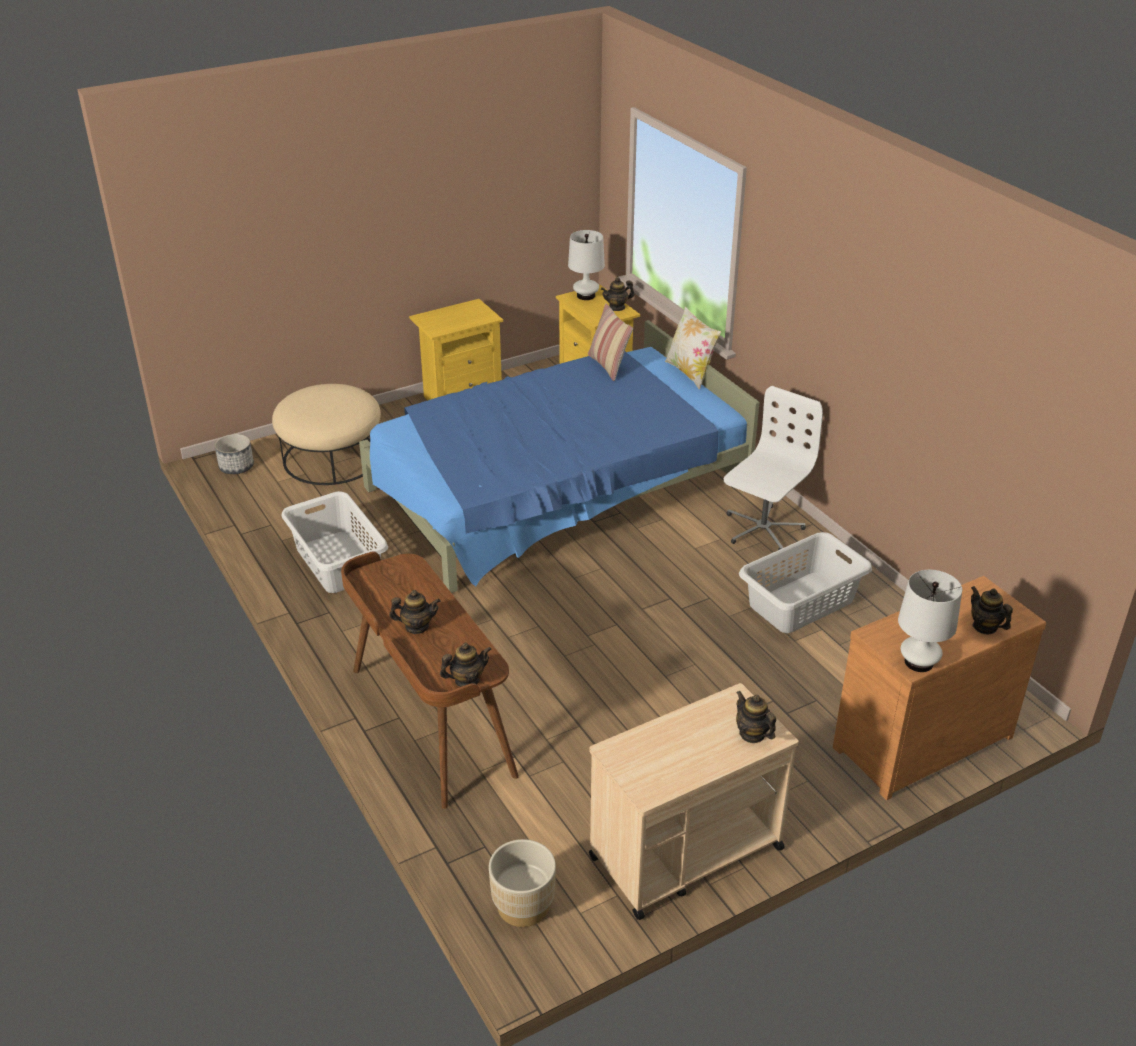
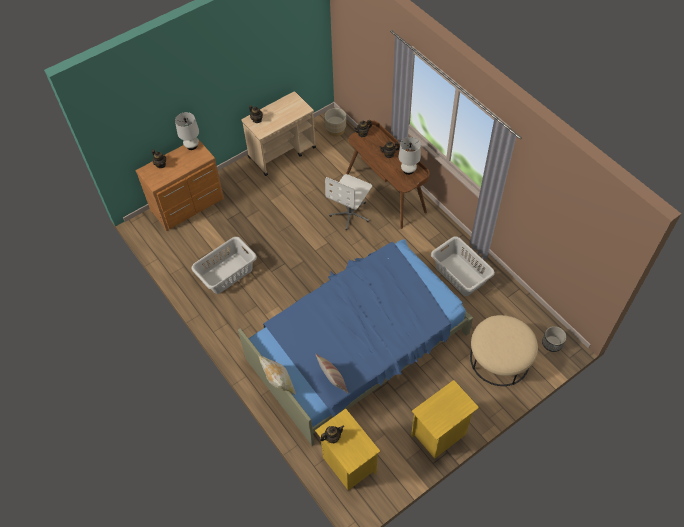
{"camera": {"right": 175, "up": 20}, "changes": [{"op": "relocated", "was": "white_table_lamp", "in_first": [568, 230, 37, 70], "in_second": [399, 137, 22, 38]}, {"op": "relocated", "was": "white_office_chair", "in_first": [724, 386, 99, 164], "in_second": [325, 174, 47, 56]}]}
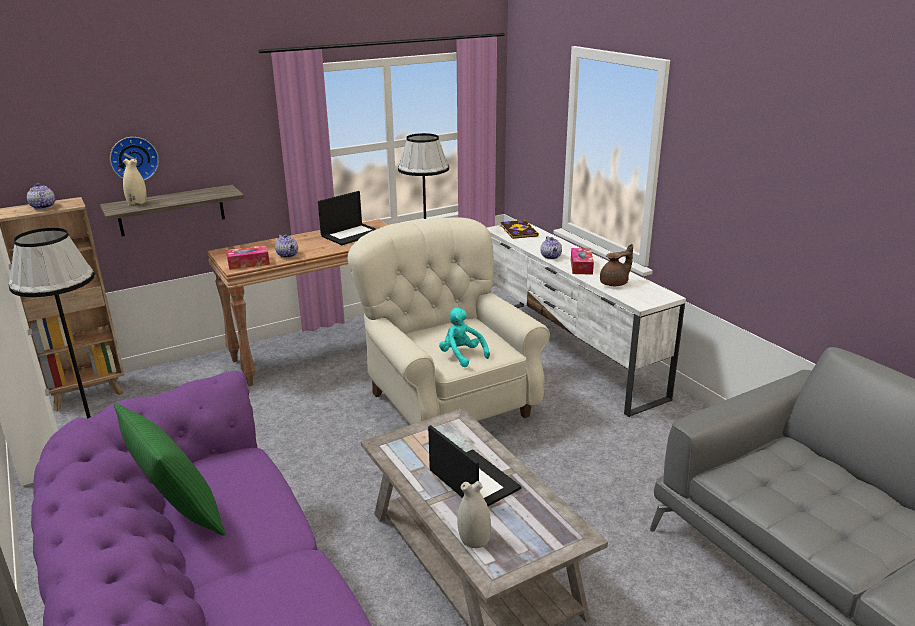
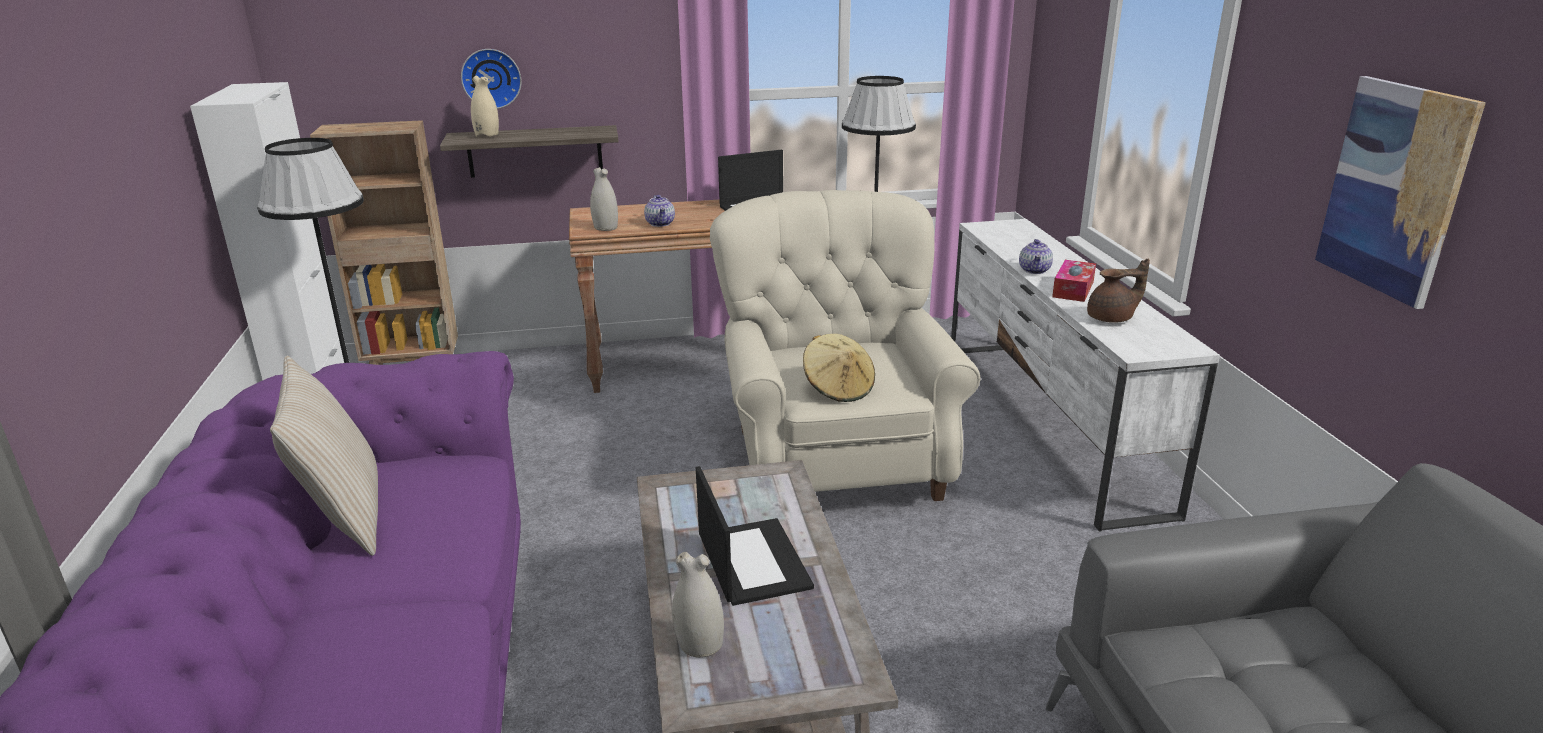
{"camera": {"right": 20, "up": 0}, "changes": [{"op": "missing", "was": "teapot", "in_first": [27, 183, 28, 27]}, {"op": "missing", "was": "book", "in_first": [500, 220, 39, 19]}, {"op": "exchanged", "was": "tissue_box", "now": "white_vase", "in_first": [226, 245, 44, 25], "in_second": [590, 167, 28, 64]}, {"op": "exchanged", "was": "turquoise_plush_toy", "now": "beige_hat", "in_first": [439, 308, 51, 59], "in_second": [803, 334, 72, 68]}, {"op": "colour", "was": "green_pillow", "now": "beige_pillow", "in_first": [114, 403, 111, 133], "in_second": [270, 356, 108, 200]}, {"op": "appeared", "now": "picture", "in_second": [1315, 76, 171, 233]}]}
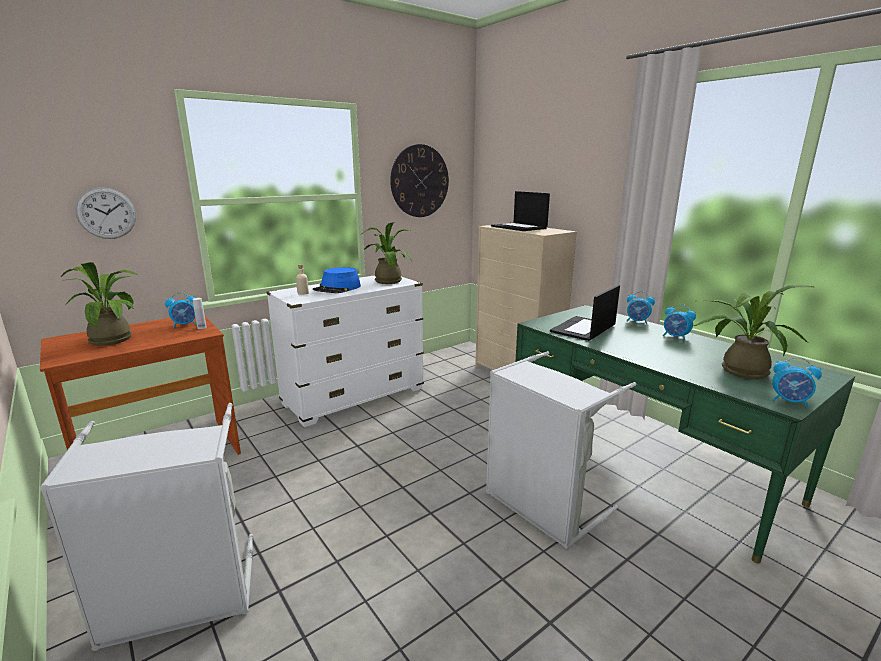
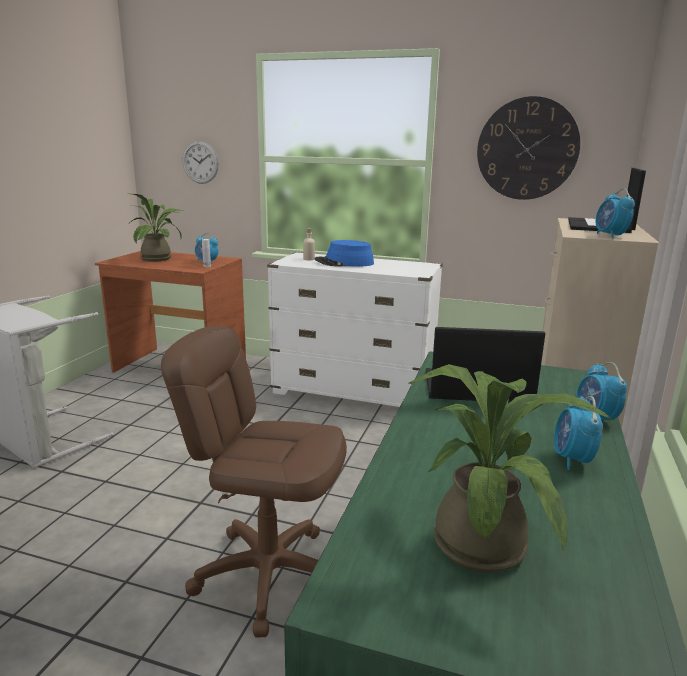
{"camera": {"right": 55, "up": 0}, "changes": [{"op": "missing", "was": "potted_plant", "in_first": [360, 222, 54, 62]}, {"op": "exchanged", "was": "grey_laundry_basket", "now": "brown_office_chair", "in_first": [486, 351, 150, 198], "in_second": [161, 326, 186, 312]}, {"op": "relocated", "was": "alarm_clock", "in_first": [772, 357, 50, 51], "in_second": [596, 188, 39, 50]}]}
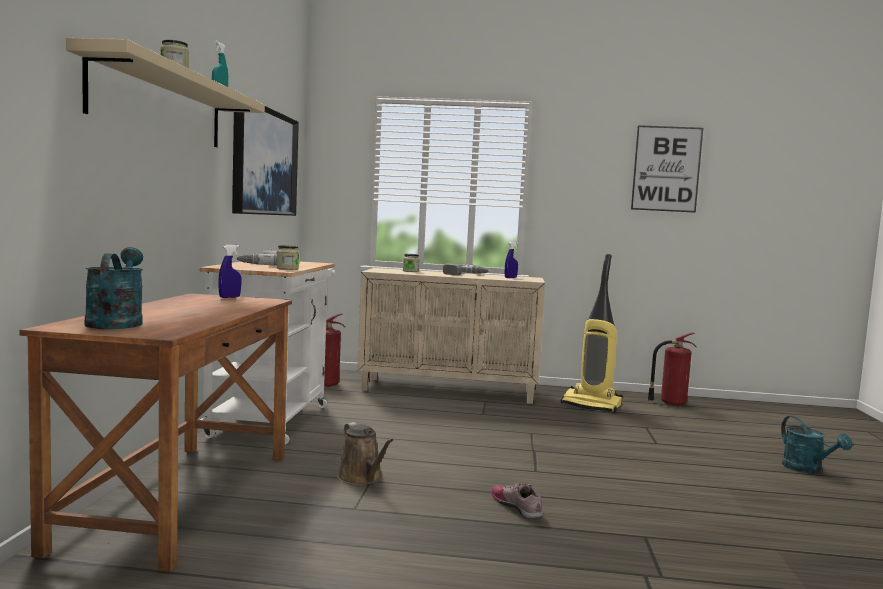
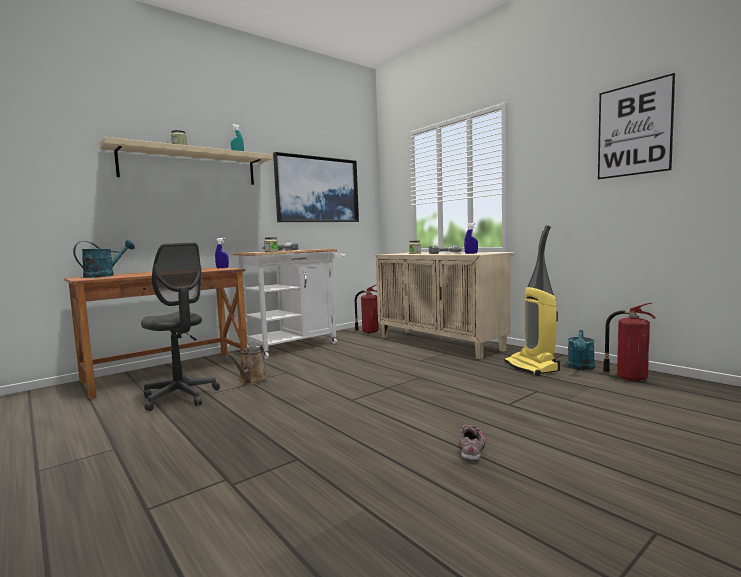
{"camera": {"right": 45, "up": 0}, "changes": [{"op": "relocated", "was": "turquoise_watering_can", "in_first": [781, 416, 71, 58], "in_second": [568, 330, 27, 40]}, {"op": "relocated", "was": "shoe", "in_first": [491, 483, 51, 37], "in_second": [460, 425, 26, 37]}, {"op": "appeared", "now": "grey_office_chair", "in_second": [141, 243, 79, 168]}]}
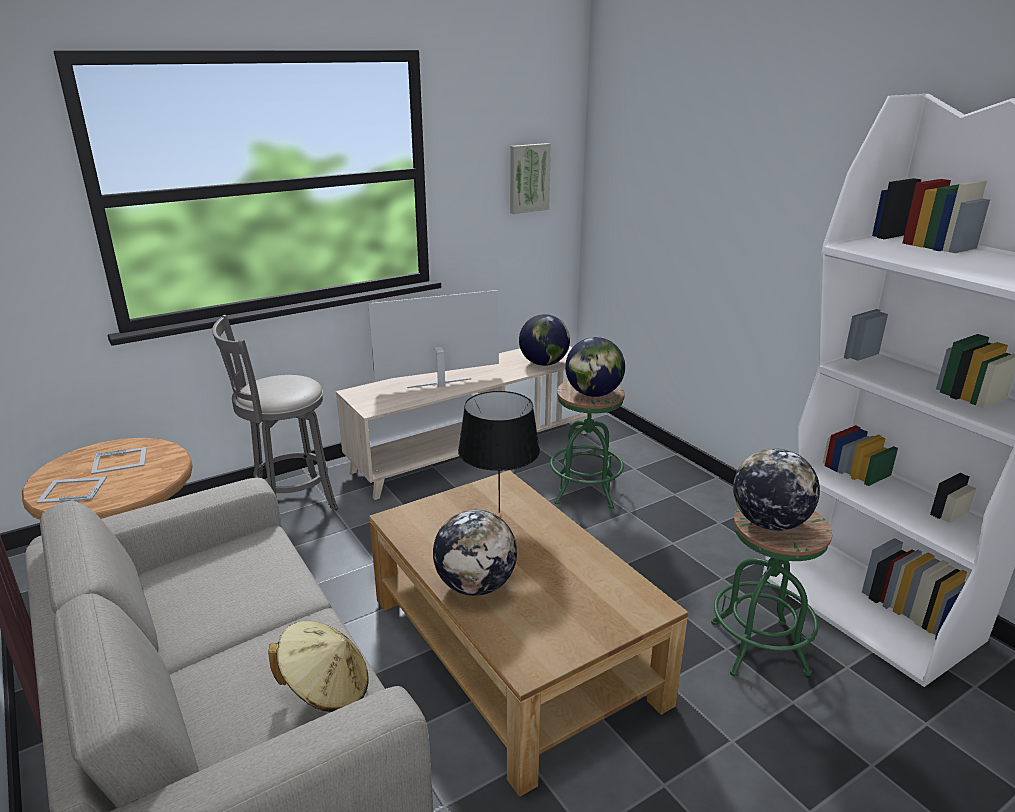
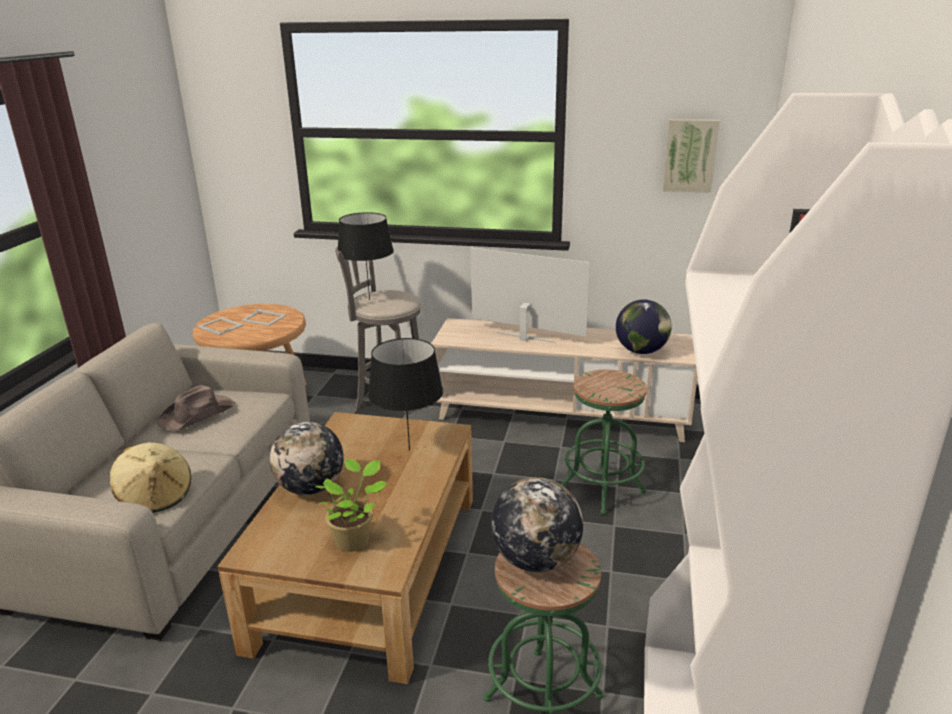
{"camera": {"right": 45, "up": 0}, "changes": [{"op": "missing", "was": "globe", "in_first": [565, 337, 60, 60]}, {"op": "appeared", "now": "black_table_lamp", "in_second": [338, 212, 56, 88]}, {"op": "appeared", "now": "brown_hat", "in_second": [157, 385, 79, 45]}, {"op": "appeared", "now": "potted_plant", "in_second": [315, 459, 73, 93]}]}
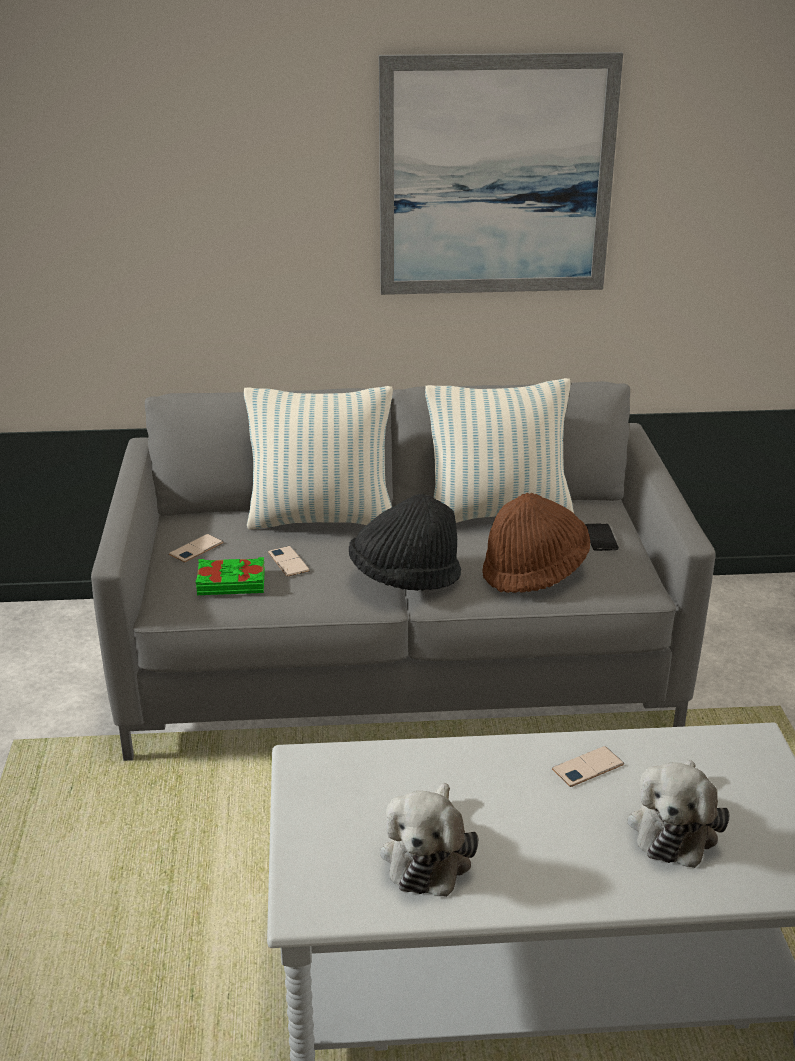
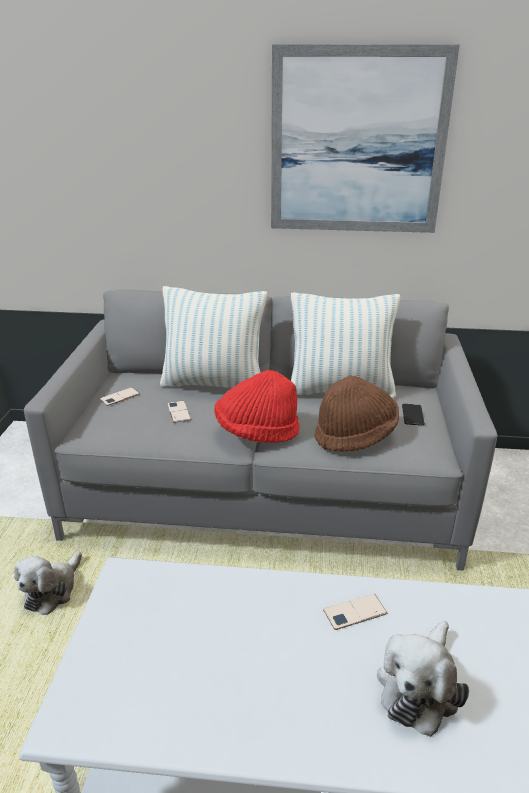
{"camera": {"right": 10, "up": 0}, "changes": [{"op": "colour", "was": "black_hat", "now": "red_hat", "in_first": [349, 494, 112, 97], "in_second": [214, 370, 86, 73]}, {"op": "missing", "was": "green_book", "in_first": [196, 557, 69, 38]}, {"op": "relocated", "was": "plush_toy", "in_first": [380, 783, 98, 114], "in_second": [14, 552, 68, 63]}]}
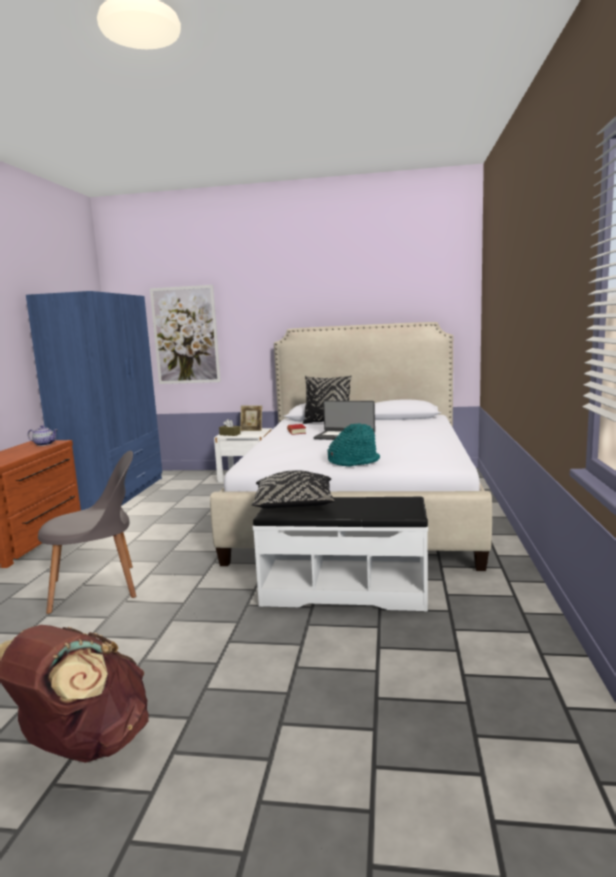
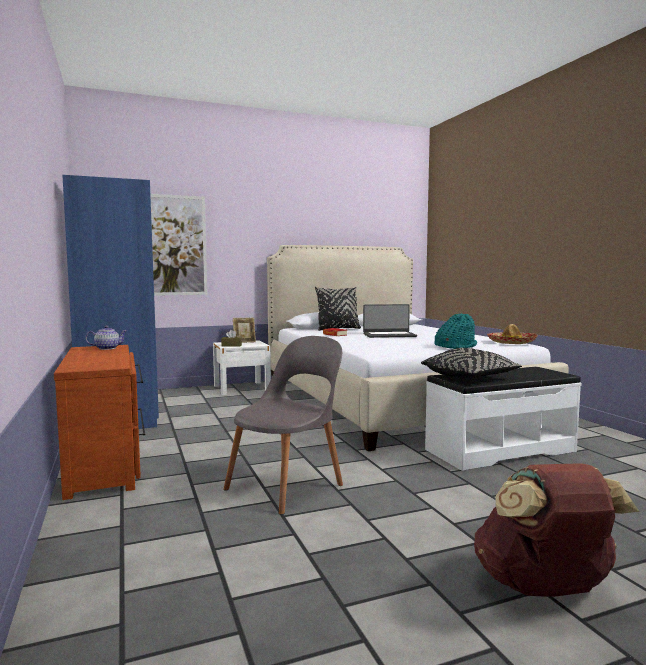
{"camera": {"right": -30, "up": -5}, "changes": [{"op": "appeared", "now": "hat", "in_second": [487, 324, 51, 20]}]}
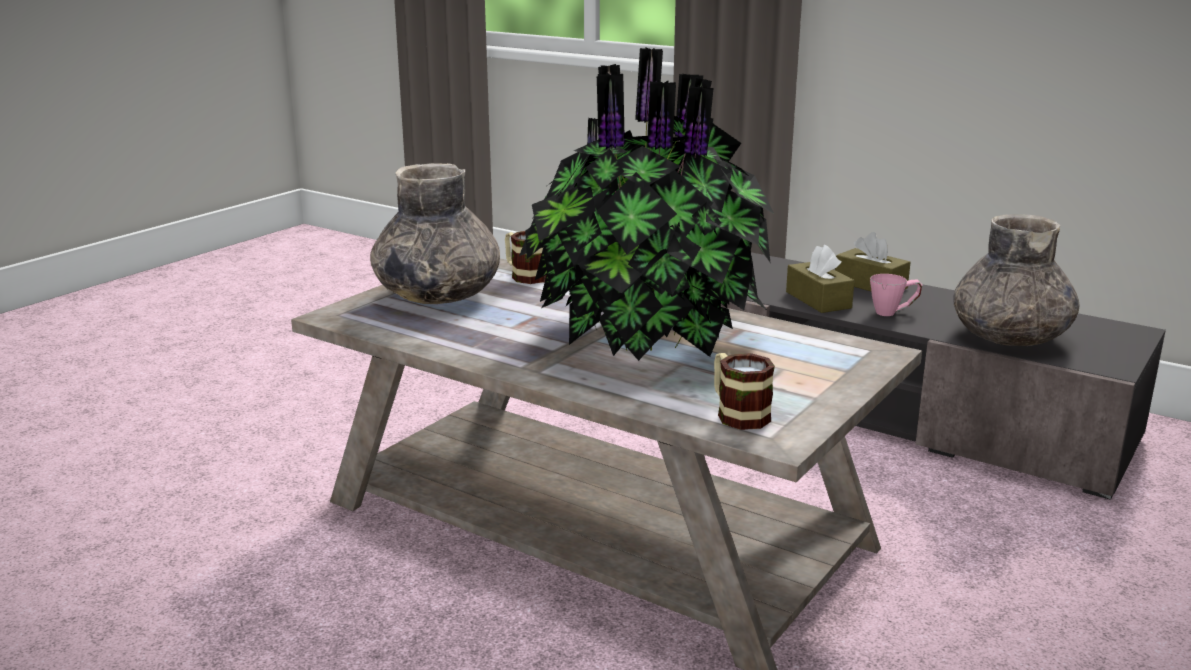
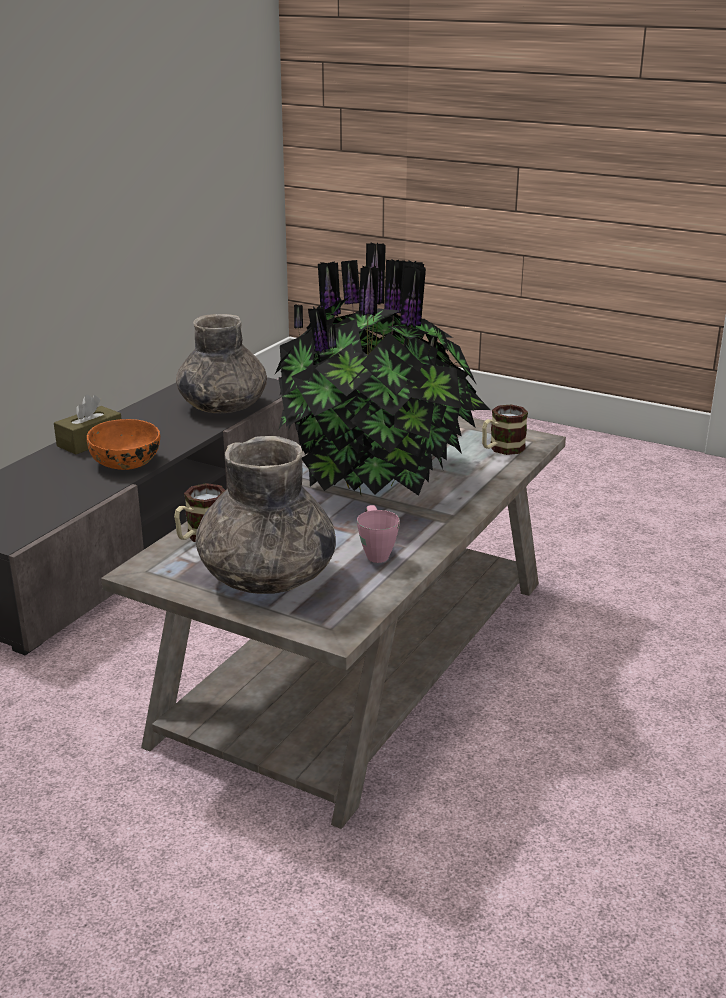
{"camera": {"right": -95, "up": 5}, "changes": [{"op": "exchanged", "was": "brown_tissue_box", "now": "orange_bowl", "in_first": [786, 245, 69, 68], "in_second": [87, 419, 73, 51]}, {"op": "relocated", "was": "pink_mug", "in_first": [870, 274, 52, 42], "in_second": [357, 505, 43, 58]}]}
